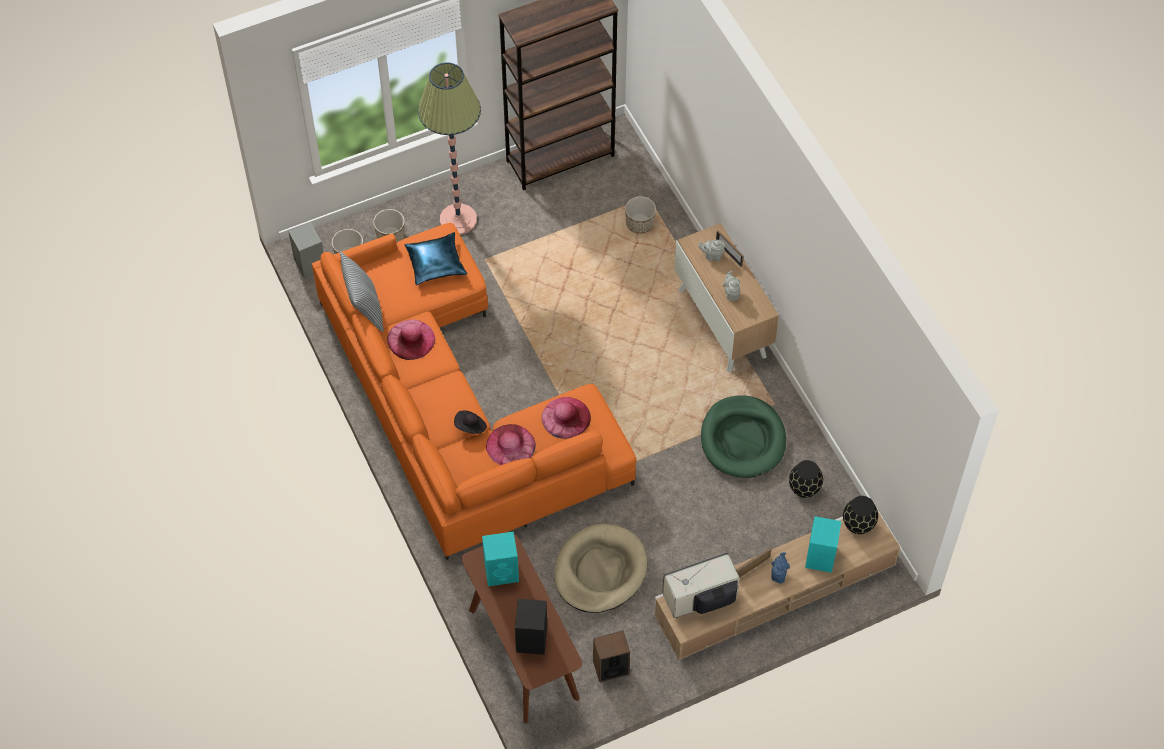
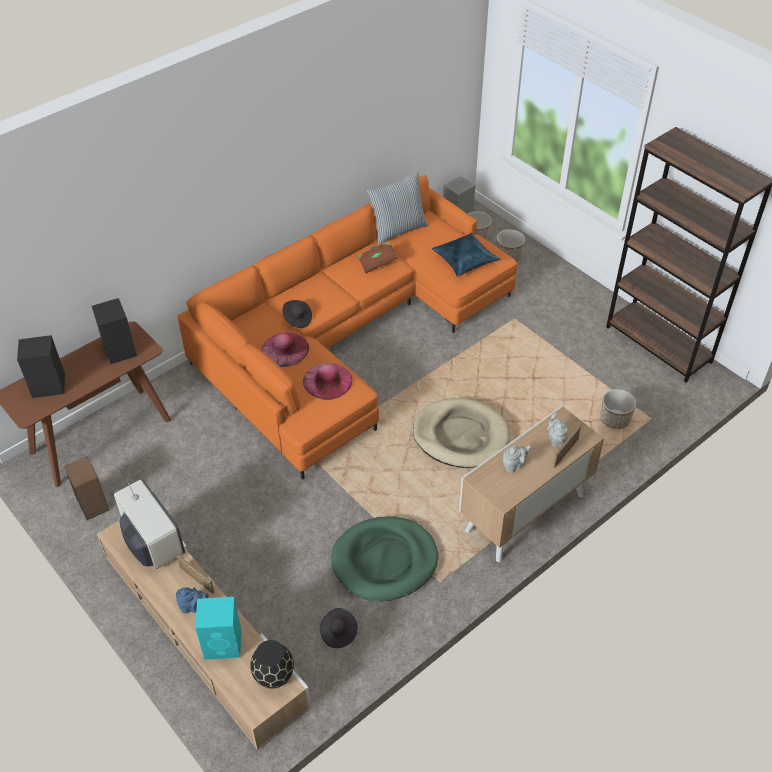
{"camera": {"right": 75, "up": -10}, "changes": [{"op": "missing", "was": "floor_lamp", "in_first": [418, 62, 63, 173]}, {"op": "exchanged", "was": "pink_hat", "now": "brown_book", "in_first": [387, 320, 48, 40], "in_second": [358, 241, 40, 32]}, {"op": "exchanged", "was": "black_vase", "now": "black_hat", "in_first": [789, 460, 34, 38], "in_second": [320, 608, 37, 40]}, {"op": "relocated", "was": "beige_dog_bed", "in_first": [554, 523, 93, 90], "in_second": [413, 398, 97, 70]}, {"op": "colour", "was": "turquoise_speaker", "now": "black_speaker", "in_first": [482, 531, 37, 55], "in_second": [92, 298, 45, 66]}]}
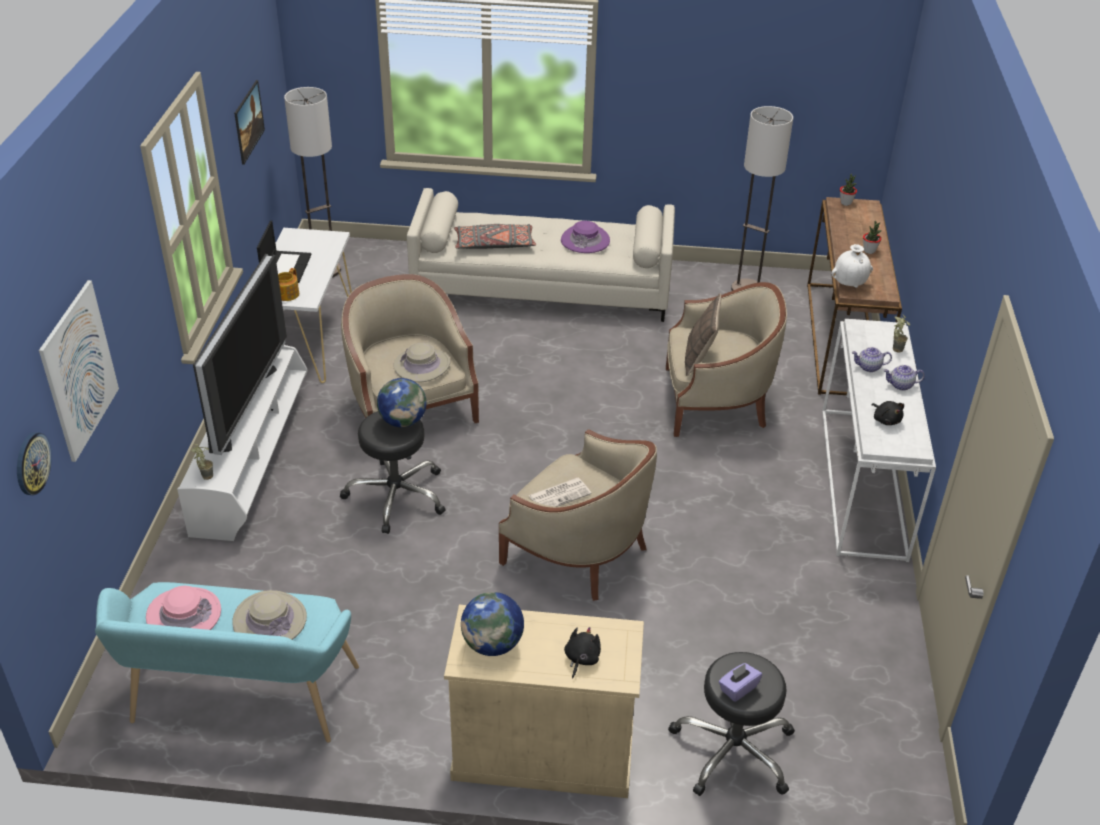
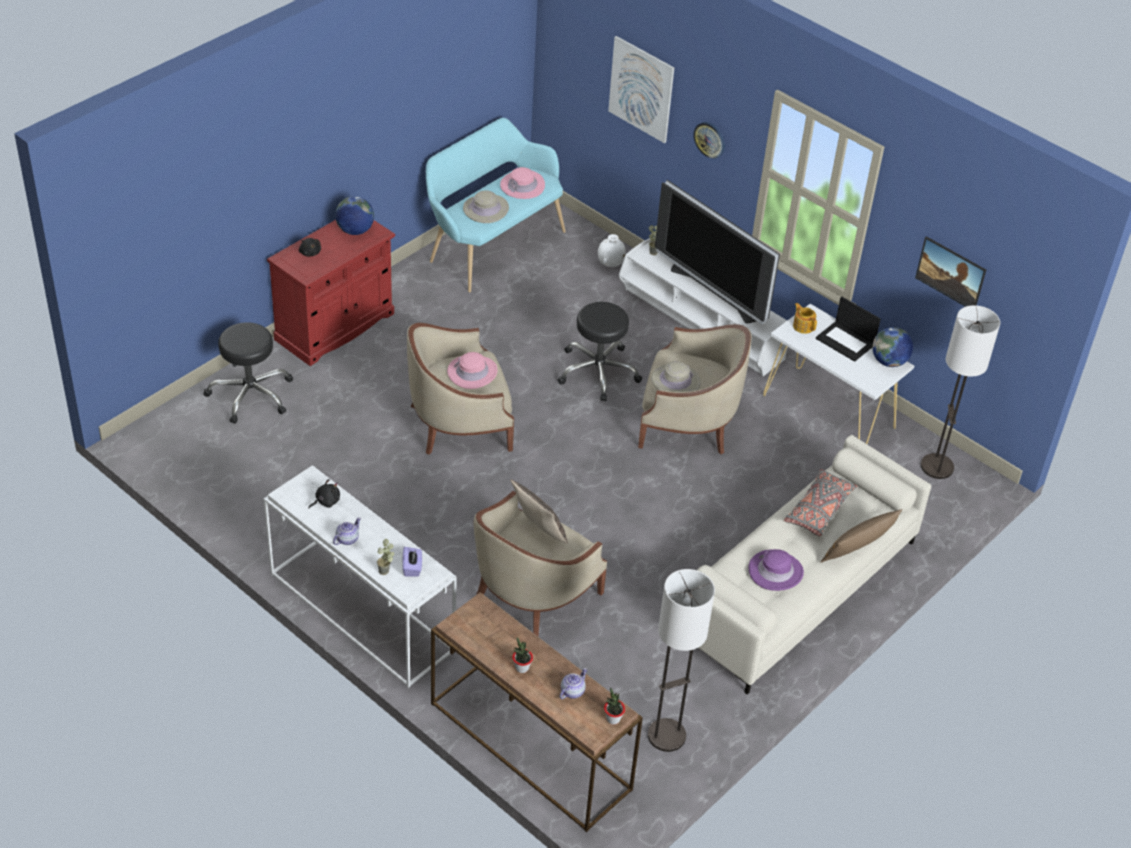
{"camera": {"right": 125, "up": 5}, "changes": [{"op": "relocated", "was": "white_vase", "in_first": [831, 244, 42, 44], "in_second": [598, 234, 28, 33]}, {"op": "relocated", "was": "teapot", "in_first": [852, 347, 40, 25], "in_second": [559, 668, 28, 31]}, {"op": "relocated", "was": "globe", "in_first": [377, 378, 50, 49], "in_second": [872, 327, 41, 40]}, {"op": "spun", "was": "black_plush_toy", "in_first": [872, 401, 32, 24], "in_second": [308, 479, 32, 30], "clockwise": 135}, {"op": "relocated", "was": "wall_clock", "in_first": [17, 432, 35, 63], "in_second": [693, 122, 32, 37]}, {"op": "exchanged", "was": "newspaper", "now": "pink_hat", "in_first": [528, 478, 64, 29], "in_second": [447, 352, 51, 37]}, {"op": "colour", "was": "beige_cabinet", "now": "red_cabinet", "in_first": [444, 605, 200, 193], "in_second": [267, 220, 128, 146]}, {"op": "relocated", "was": "purple_tissue_box", "in_first": [719, 663, 43, 39], "in_second": [402, 547, 20, 30]}, {"op": "appeared", "now": "brown_pillow", "in_second": [820, 509, 82, 54]}]}
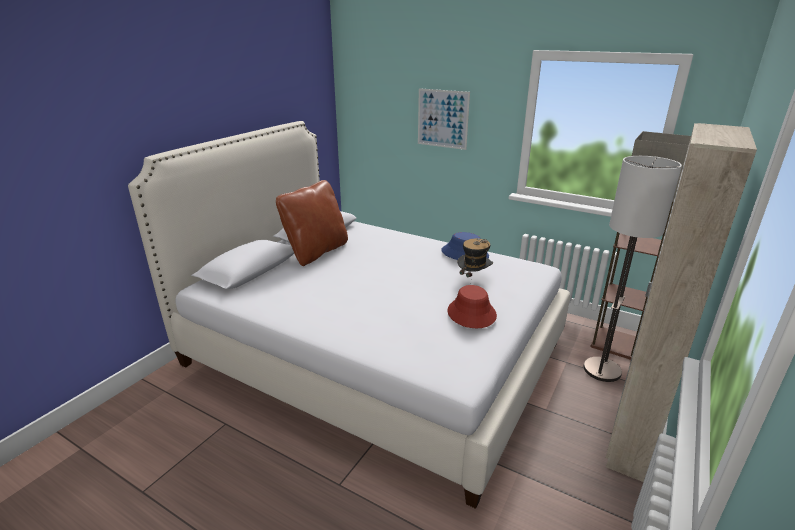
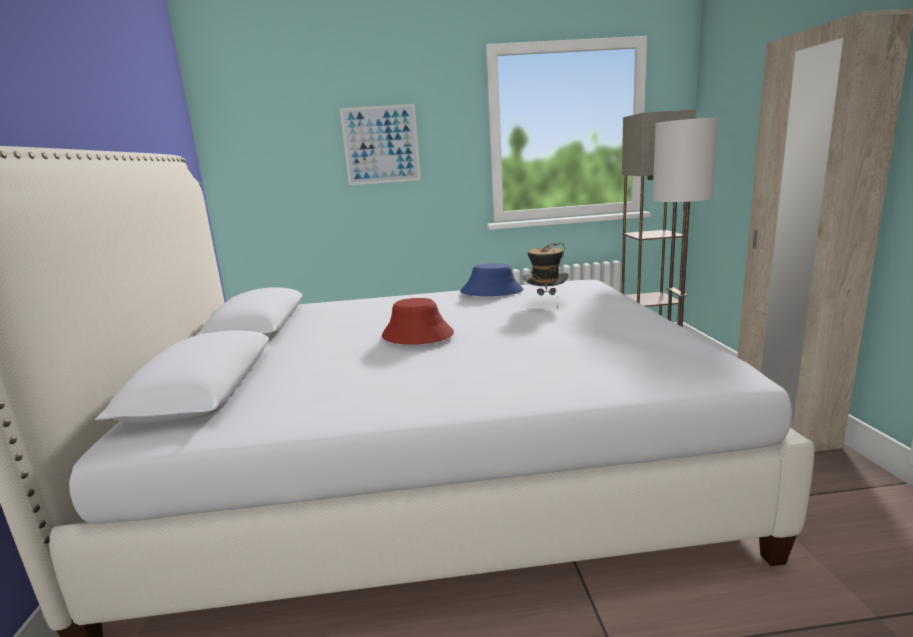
{"camera": {"right": -35, "up": -10}, "changes": [{"op": "missing", "was": "brown_pillow", "in_first": [276, 180, 72, 86]}, {"op": "relocated", "was": "red_hat", "in_first": [448, 285, 49, 43], "in_second": [382, 298, 72, 47]}]}
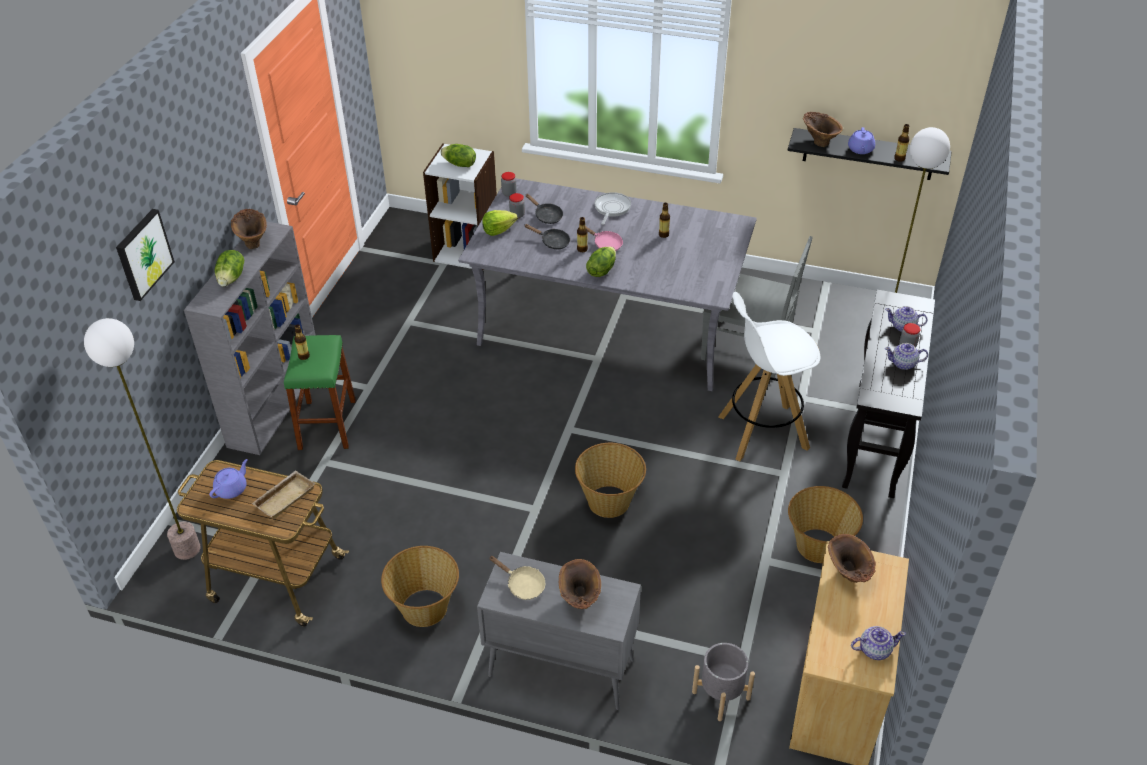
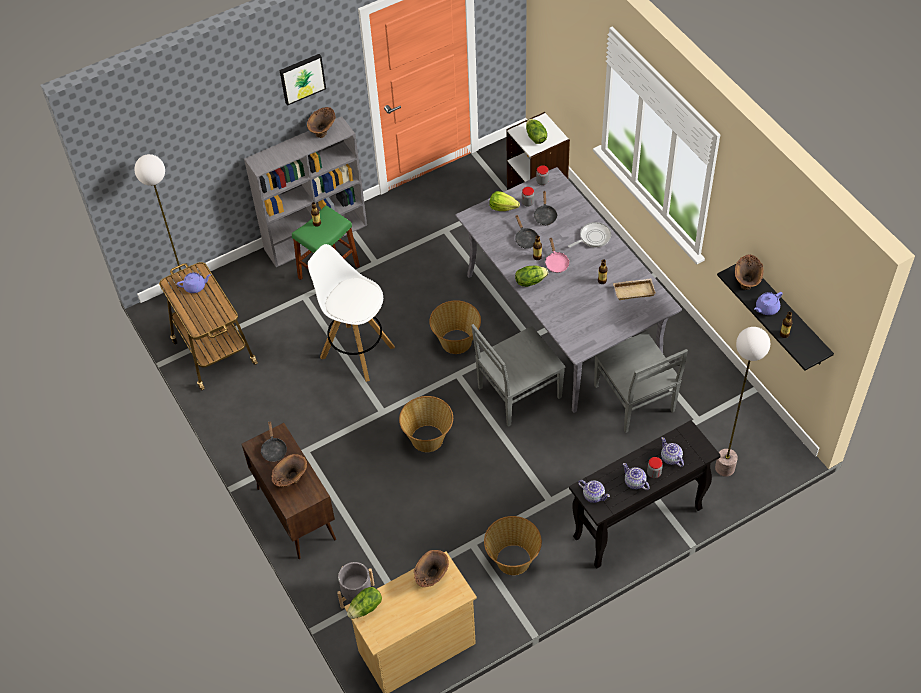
{"camera": {"right": 45, "up": 10}, "changes": [{"op": "relocated", "was": "picture", "in_first": [116, 209, 59, 92], "in_second": [280, 54, 46, 52]}, {"op": "relocated", "was": "lettuce", "in_first": [215, 250, 29, 37], "in_second": [347, 587, 35, 32]}, {"op": "relocated", "was": "white_stool", "in_first": [718, 292, 102, 169], "in_second": [308, 244, 87, 138]}, {"op": "relocated", "was": "beige_tray", "in_first": [252, 471, 63, 48], "in_second": [613, 279, 43, 21]}, {"op": "relocated", "was": "basket", "in_first": [381, 546, 78, 81], "in_second": [429, 300, 52, 54]}, {"op": "colour", "was": "grey_cabinet", "now": "brown_cabinet", "in_first": [477, 552, 164, 158], "in_second": [241, 423, 95, 136]}, {"op": "colour", "was": "beige_frying_pan", "now": "black_frying_pan", "in_first": [489, 556, 56, 44], "in_second": [261, 422, 26, 40]}, {"op": "relocated", "was": "teapot", "in_first": [851, 626, 55, 34], "in_second": [578, 480, 32, 23]}, {"op": "appeared", "now": "grey_chair", "in_second": [471, 324, 95, 103]}]}
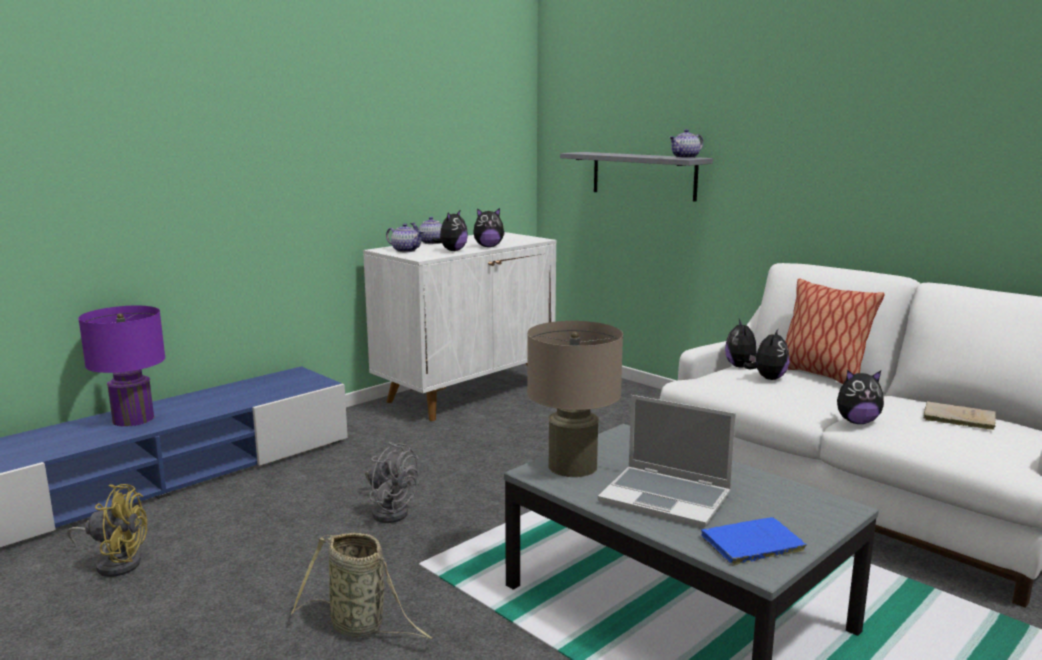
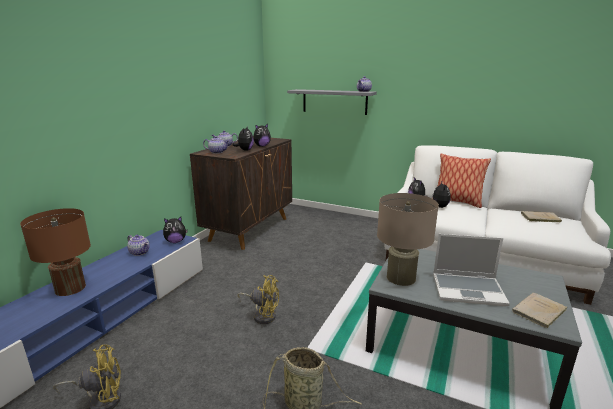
{"camera": {"right": -20, "up": 5}, "changes": [{"op": "colour", "was": "white_cabinet", "now": "brown_cabinet", "in_first": [363, 232, 193, 189], "in_second": [190, 136, 102, 114]}, {"op": "colour", "was": "purple_table_lamp", "now": "brown_table_lamp", "in_first": [78, 306, 87, 121], "in_second": [20, 208, 71, 88]}, {"op": "relocated", "was": "plush_toy", "in_first": [837, 370, 47, 54], "in_second": [163, 217, 25, 26]}, {"op": "colour", "was": "grey_fan", "now": "yellow_fan", "in_first": [365, 442, 54, 81], "in_second": [238, 275, 41, 49]}, {"op": "colour", "was": "blue_book", "now": "beige_book", "in_first": [701, 517, 106, 49], "in_second": [512, 293, 55, 35]}, {"op": "appeared", "now": "teapot", "in_second": [127, 235, 23, 21]}]}
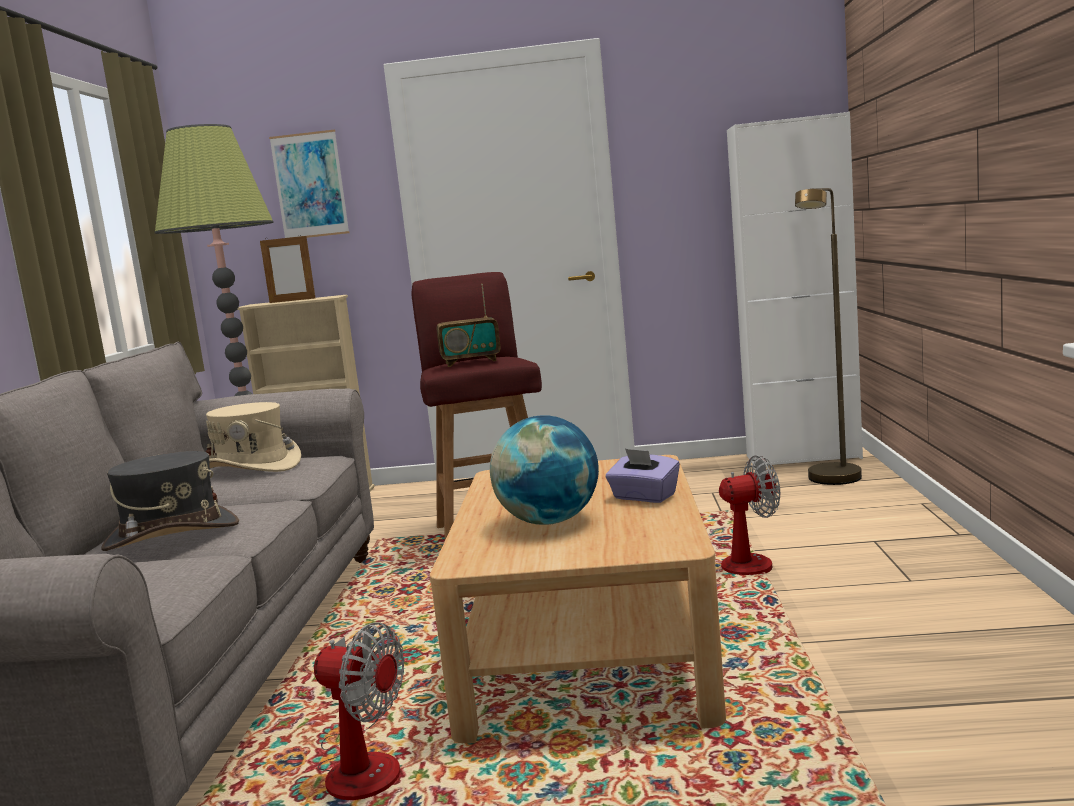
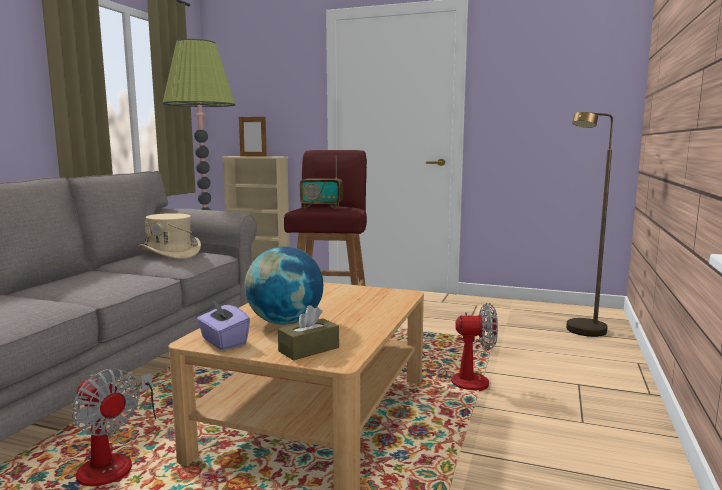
{"camera": {"right": 15, "up": 0}, "changes": [{"op": "missing", "was": "white_cabinet", "in_first": [727, 112, 136, 354]}, {"op": "missing", "was": "picture", "in_first": [269, 130, 80, 108]}, {"op": "relocated", "was": "purple_tissue_box", "in_first": [606, 449, 74, 54], "in_second": [197, 301, 53, 49]}, {"op": "missing", "was": "grey_hat", "in_first": [101, 451, 138, 100]}, {"op": "appeared", "now": "brown_tissue_box", "in_second": [278, 305, 61, 55]}]}
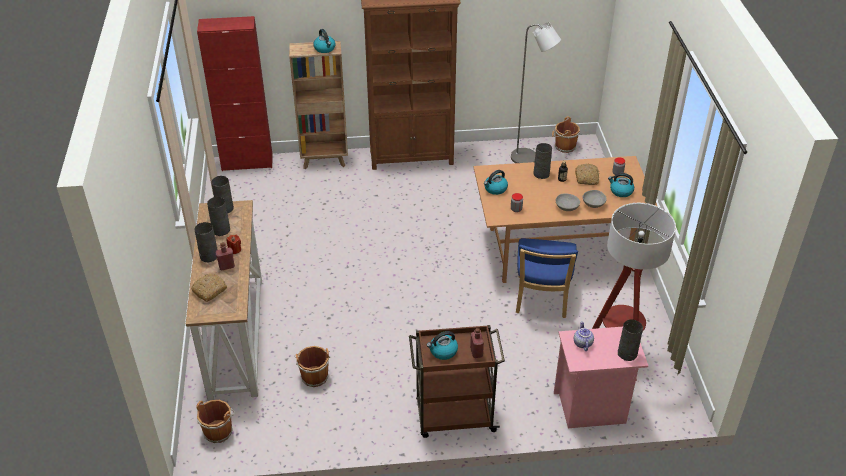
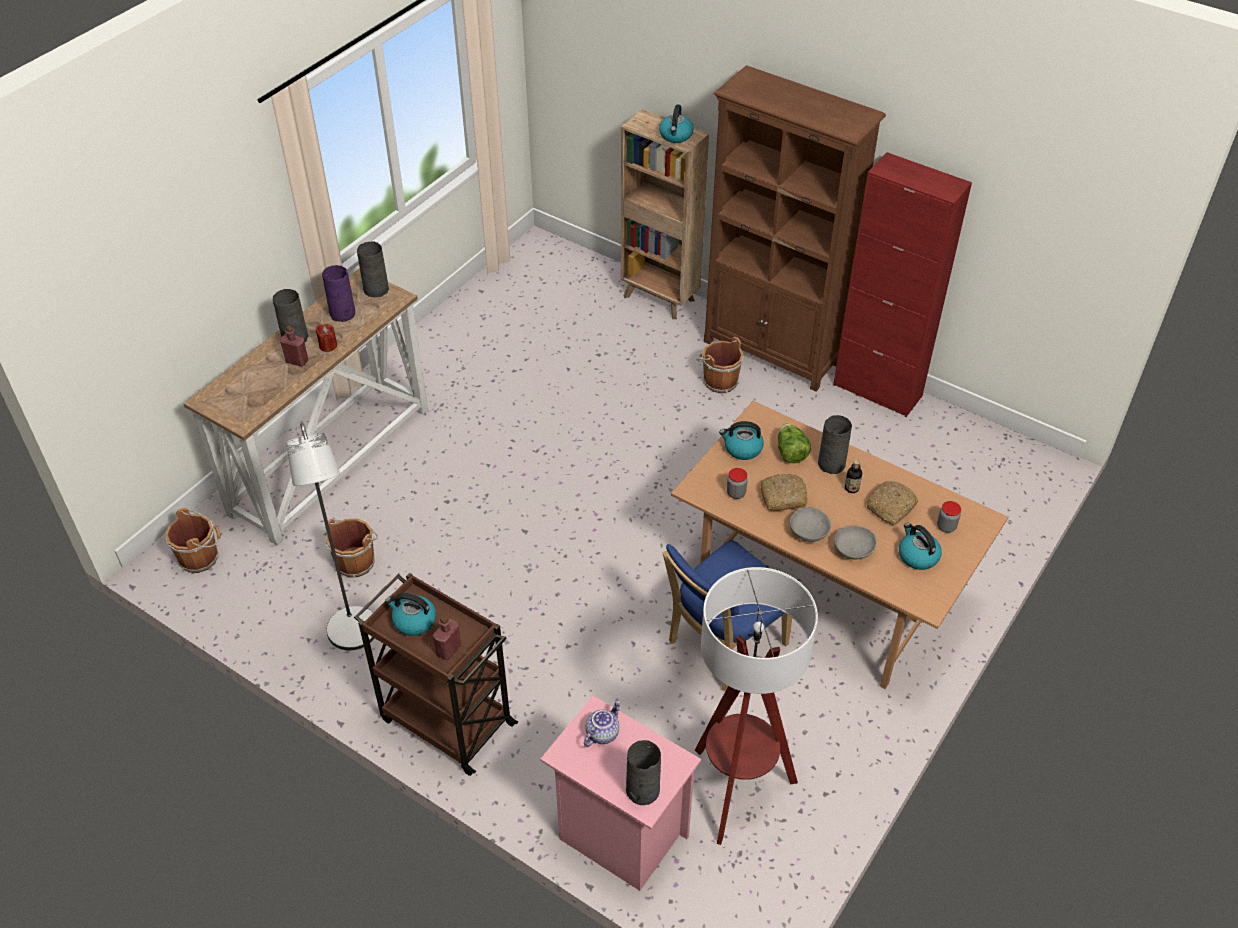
{"camera": {"right": 40, "up": 5}, "changes": [{"op": "relocated", "was": "red_cabinet", "in_first": [197, 16, 76, 155], "in_second": [833, 152, 139, 265]}, {"op": "relocated", "was": "grey_floor_lamp", "in_first": [511, 22, 50, 141], "in_second": [286, 423, 89, 227]}, {"op": "relocated", "was": "brown_bucket", "in_first": [552, 117, 28, 36], "in_second": [698, 337, 45, 56]}, {"op": "colour", "was": "grey_vase", "now": "purple_vase", "in_first": [207, 197, 23, 39], "in_second": [322, 265, 33, 57]}, {"op": "relocated", "was": "bread", "in_first": [191, 273, 36, 29], "in_second": [761, 474, 47, 37]}, {"op": "appeared", "now": "lettuce", "in_second": [778, 424, 33, 39]}]}
